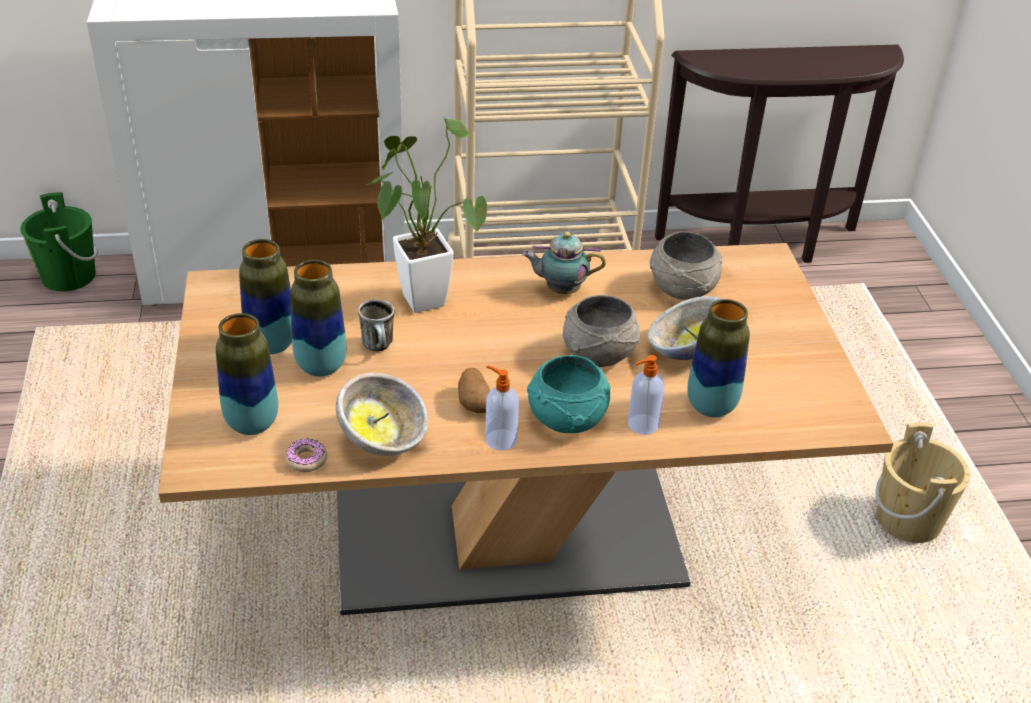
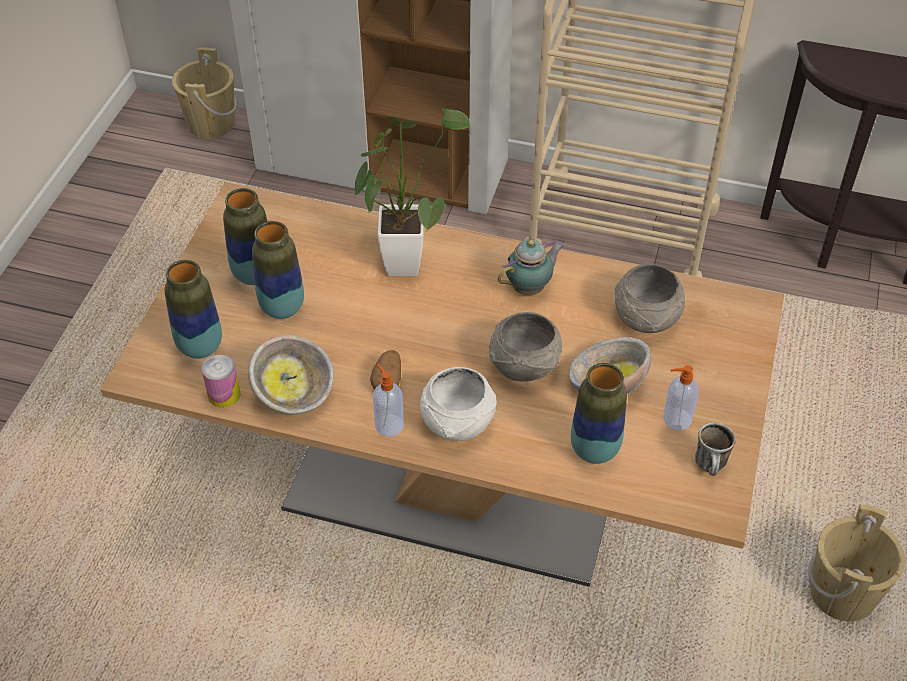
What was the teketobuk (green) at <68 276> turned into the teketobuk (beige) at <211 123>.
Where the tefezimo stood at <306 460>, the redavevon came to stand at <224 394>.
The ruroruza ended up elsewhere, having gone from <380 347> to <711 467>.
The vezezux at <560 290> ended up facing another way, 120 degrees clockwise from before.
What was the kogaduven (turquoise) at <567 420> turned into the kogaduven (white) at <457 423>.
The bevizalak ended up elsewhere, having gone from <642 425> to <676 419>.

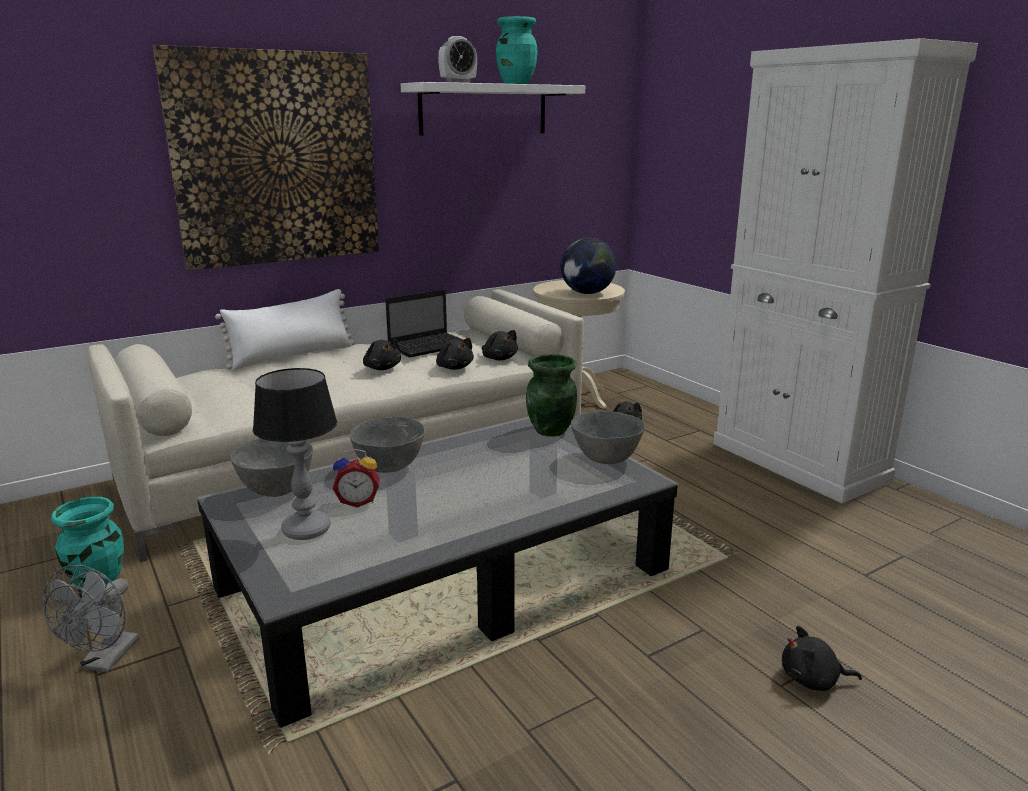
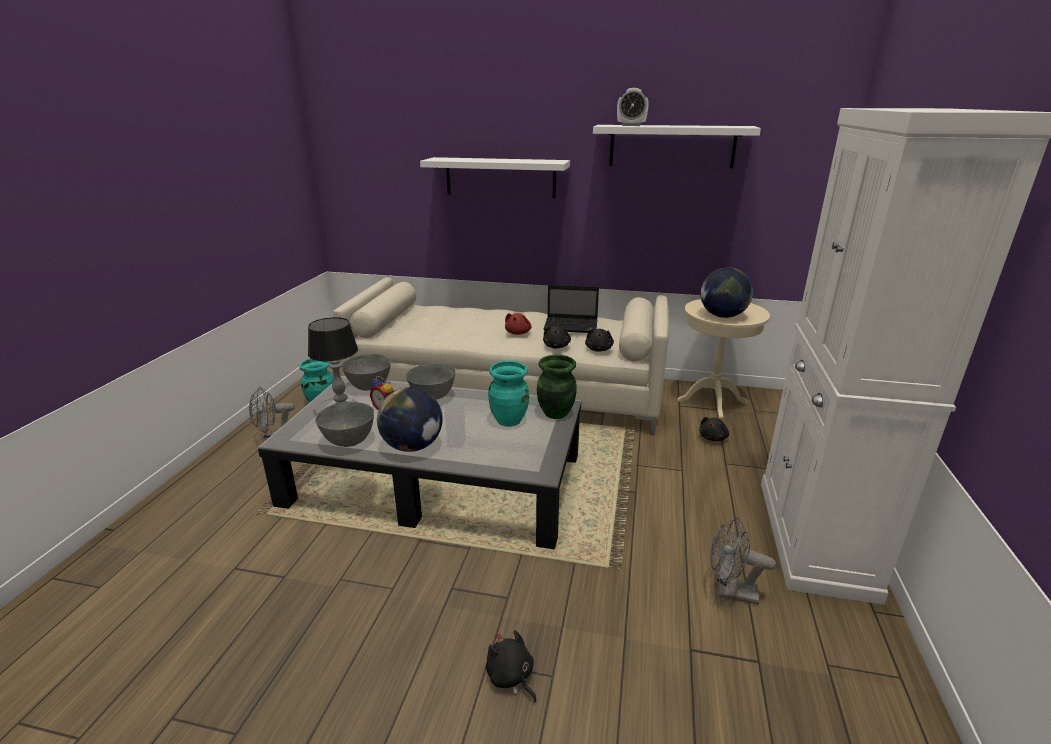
Where the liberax hung at <276 159>, the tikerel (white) came to hang at <500 177>.
The second view lost the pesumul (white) at <292 356>.
What was the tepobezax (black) at <382 368> turned into the tepobezax (red) at <518 333>.
The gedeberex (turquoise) ended up elsewhere, having gone from <516 84> to <509 420>.
The kogaduven (grey) ended up elsewhere, having gone from <606 460> to <349 441>.
The second view gained the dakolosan at <413 446>.
The second view gained the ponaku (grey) at <730 592>.

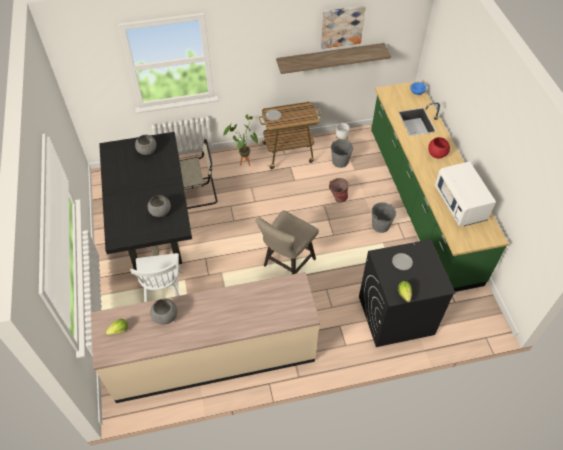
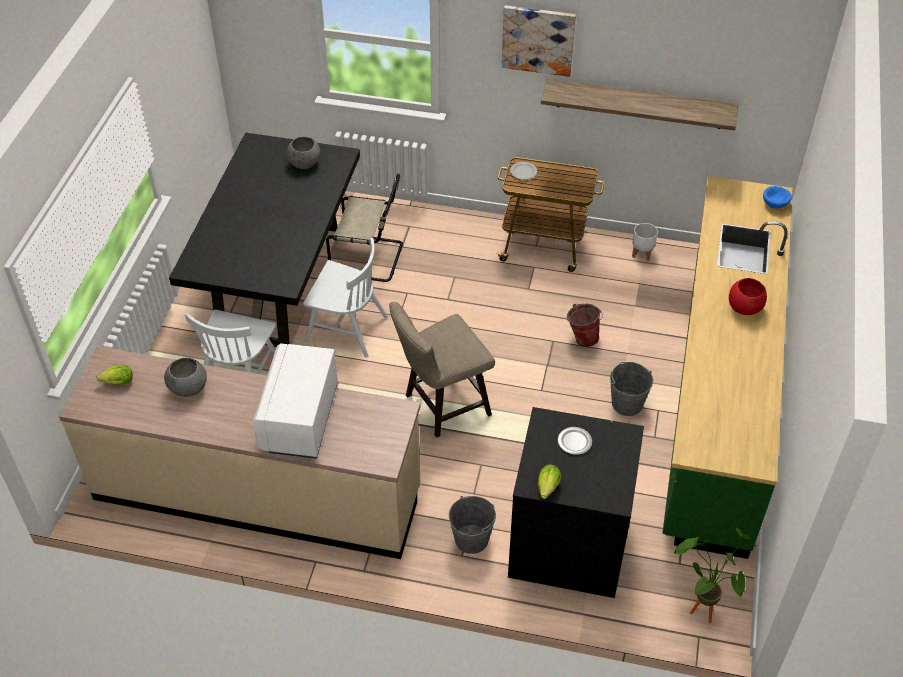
The second view lost the kogaduven (grey) at <160 212>.
The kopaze ended up elsewhere, having gone from <243 162> to <700 608>.
The liberax ended up elsewhere, having gone from <342 26> to <538 40>.
The teketobuk (grey) ended up elsewhere, having gone from <340 161> to <471 539>.
The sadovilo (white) ended up elsewhere, having gone from <460 204> to <300 419>.
The second view gained the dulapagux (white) at <346 329>.

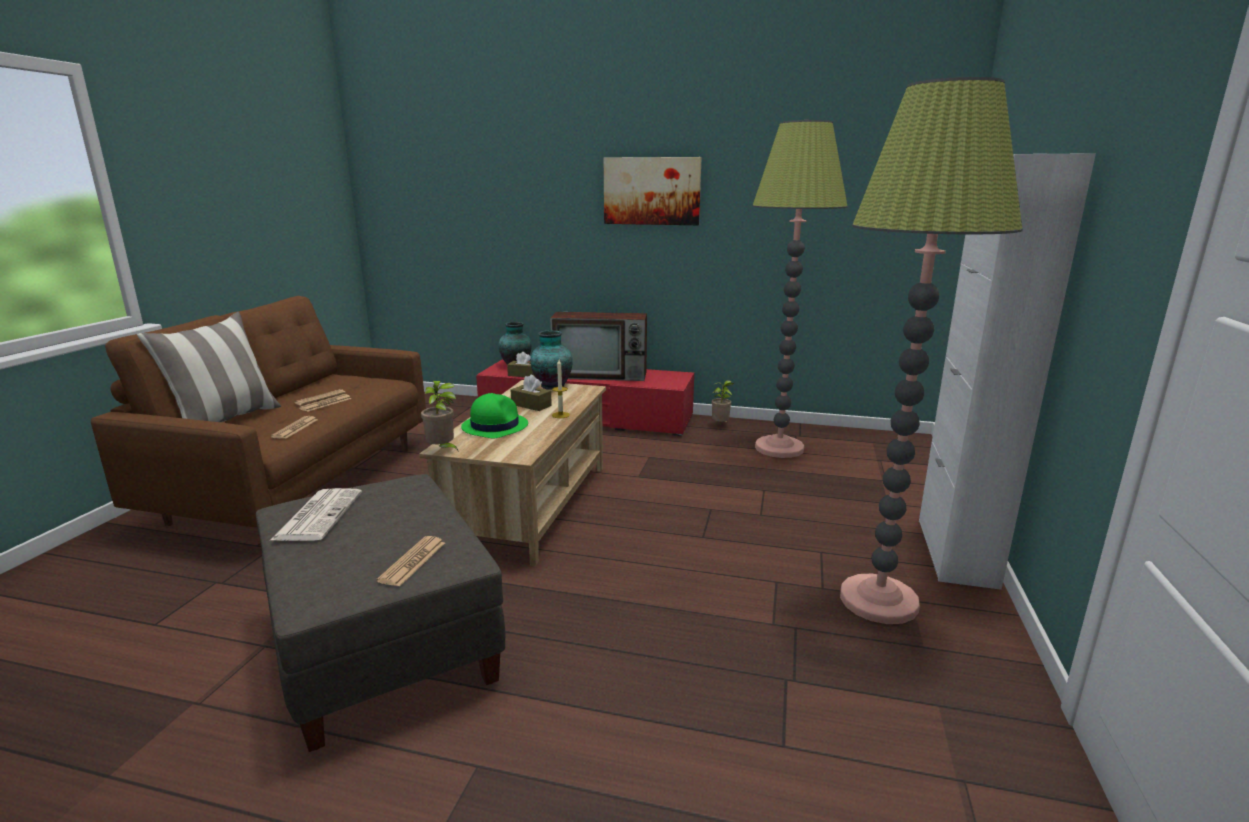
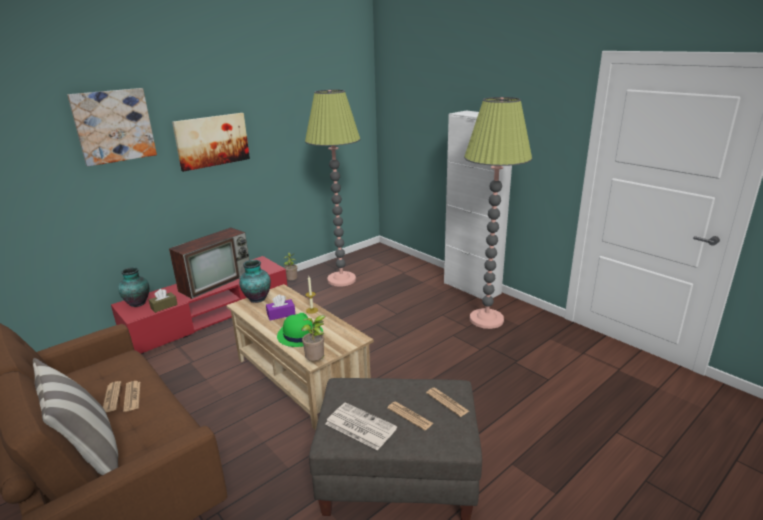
The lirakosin ended up elsewhere, having gone from <295 428> to <410 416>.
What was the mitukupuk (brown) at <531 405> turned into the mitukupuk (purple) at <281 314>.
The second view gained the liberax at <114 126>.

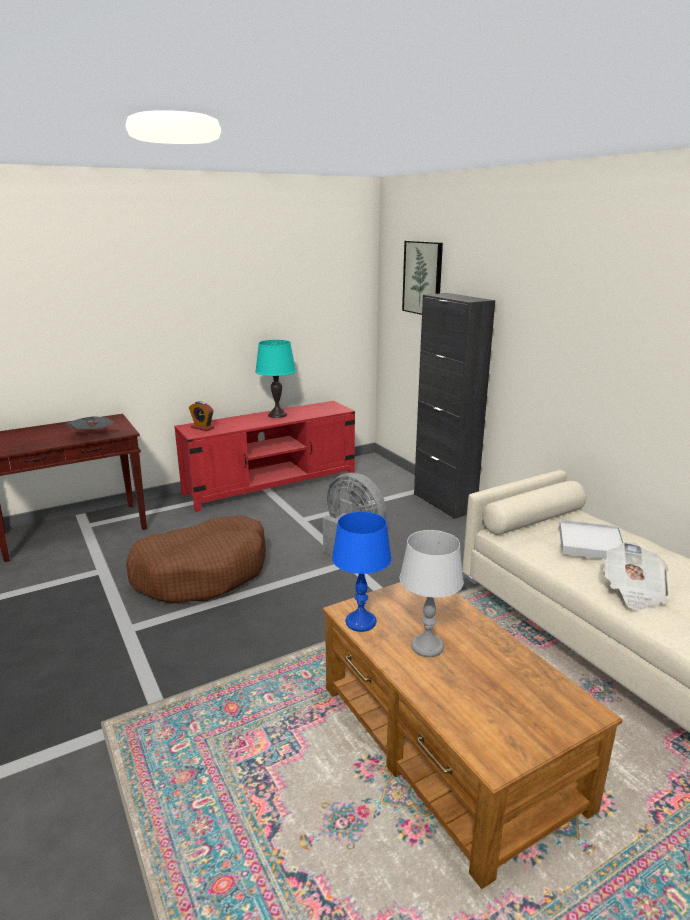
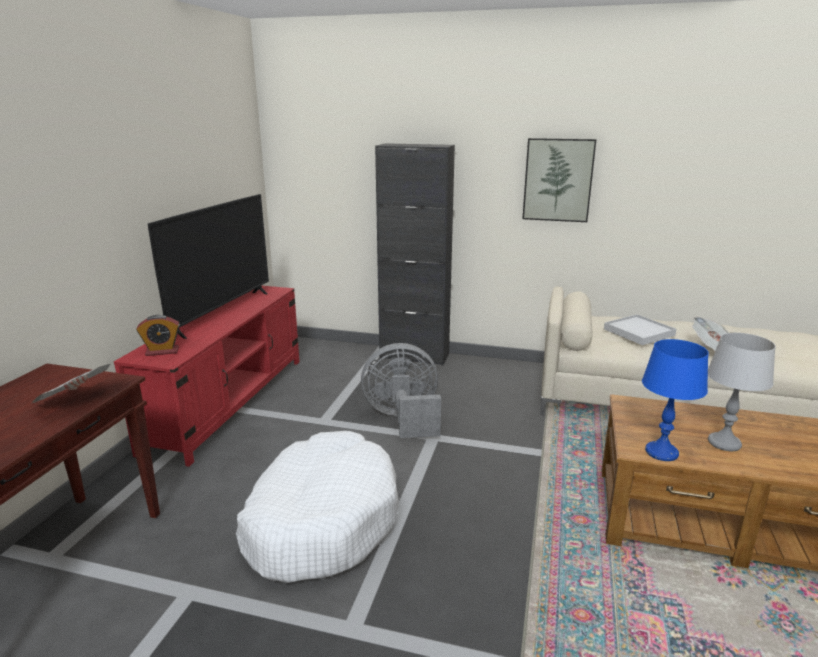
What was the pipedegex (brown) at <203 573> turned into the pipedegex (white) at <321 520>.
Where the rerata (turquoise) stood at <277 415>, the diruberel came to stand at <222 313>.
The liberax ended up elsewhere, having gone from <423 278> to <558 180>.

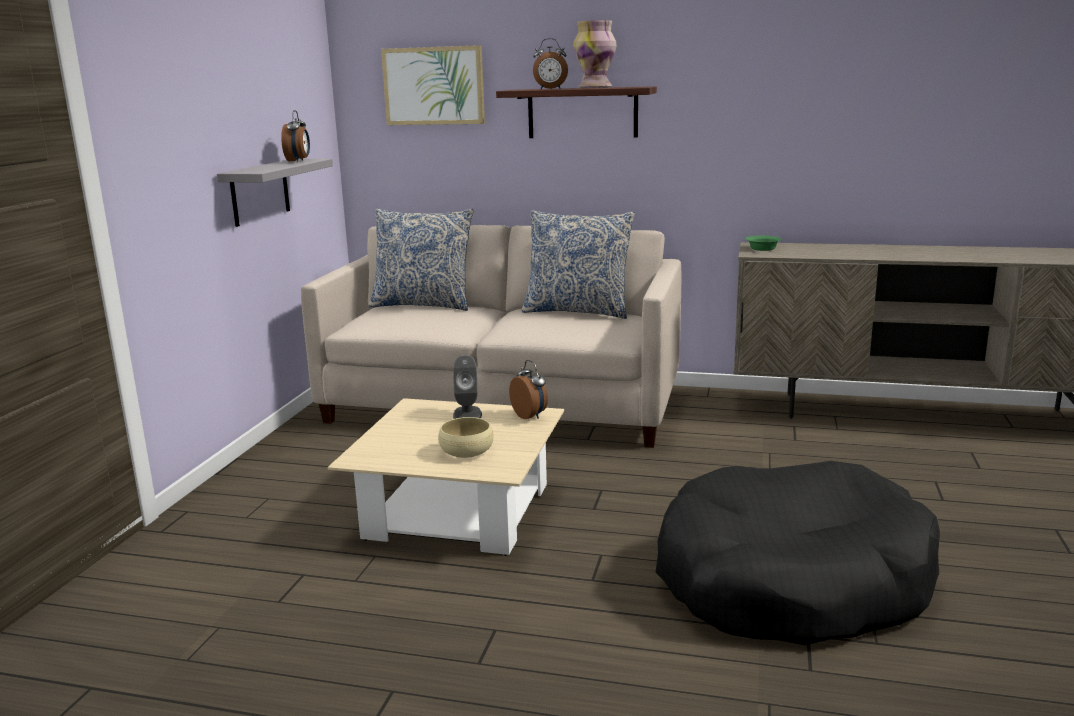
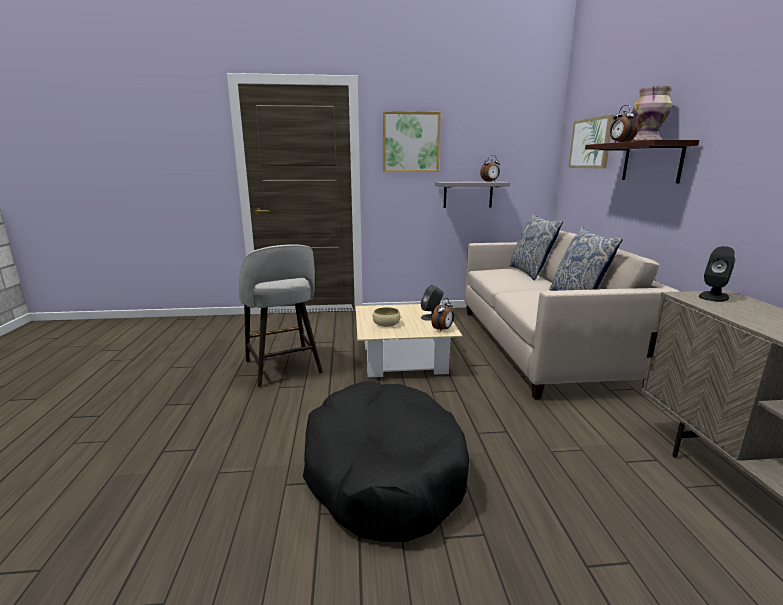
Where the kogaduven (green) stood at <762 248>, the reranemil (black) came to stand at <713 297>.
The second view gained the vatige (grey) at <284 368>.
The second view gained the liberax at <411 142>.

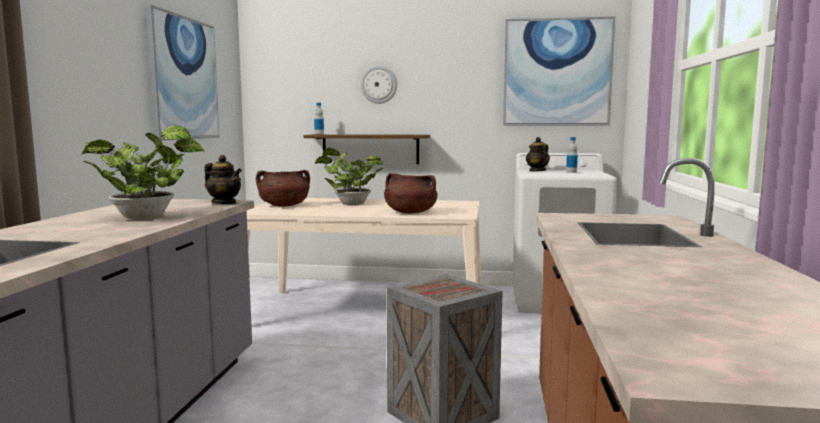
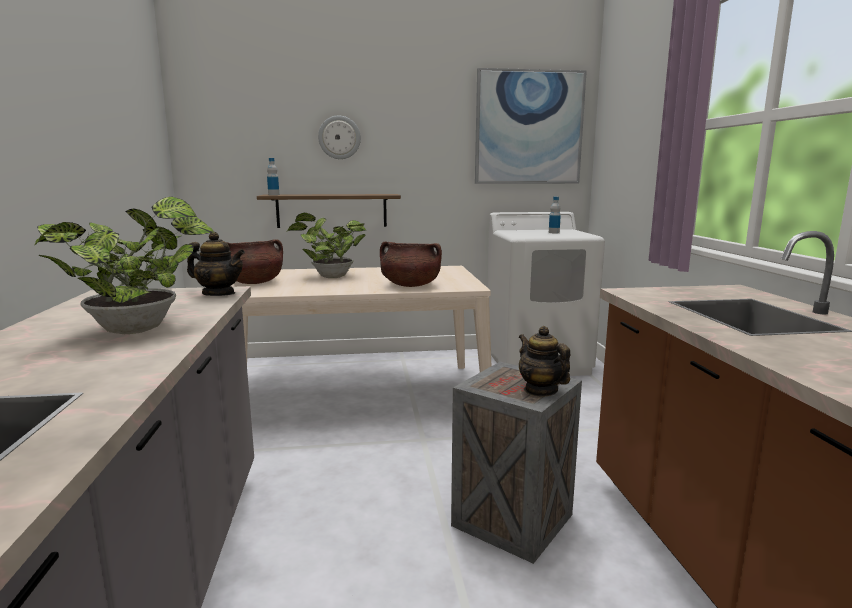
The second view lost the liberax at <184 78>.
The vezezux ended up elsewhere, having gone from <537 171> to <540 390>.

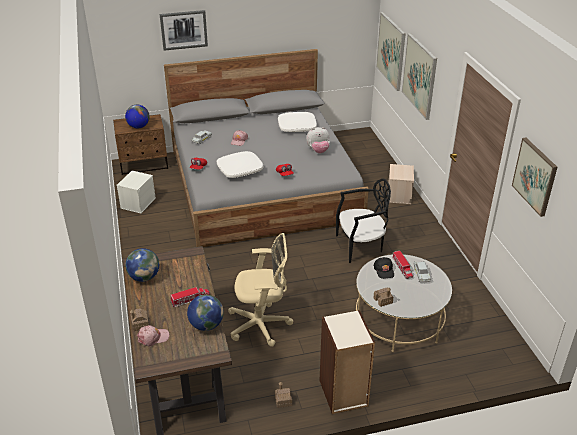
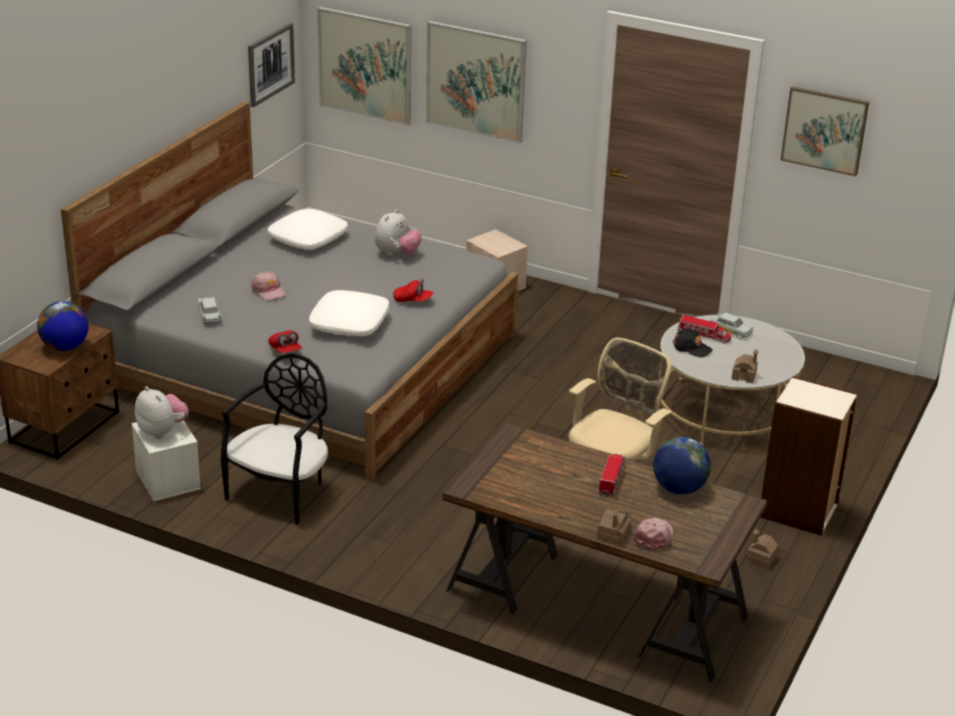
The second view lost the dakolosan at <144 277>.
The liberax ended up elsewhere, having gone from <184 30> to <270 64>.
The dulapagux (black) ended up elsewhere, having gone from <360 246> to <281 493>.
The second view gained the tepobezax at <162 431>.

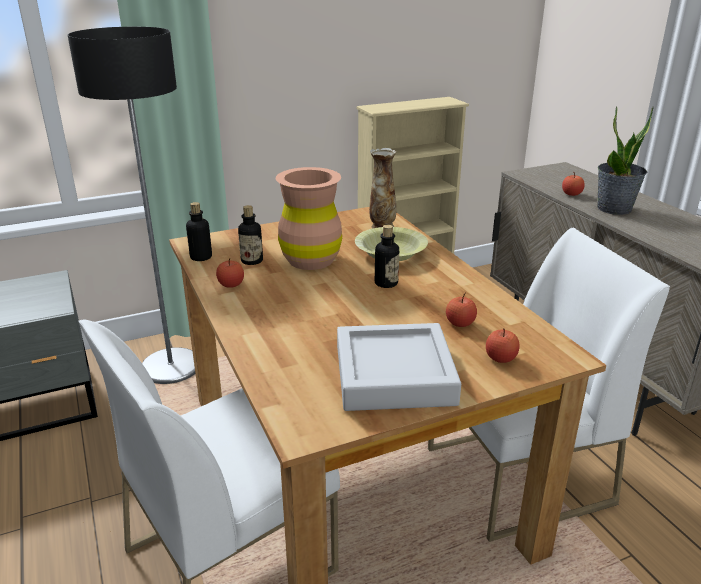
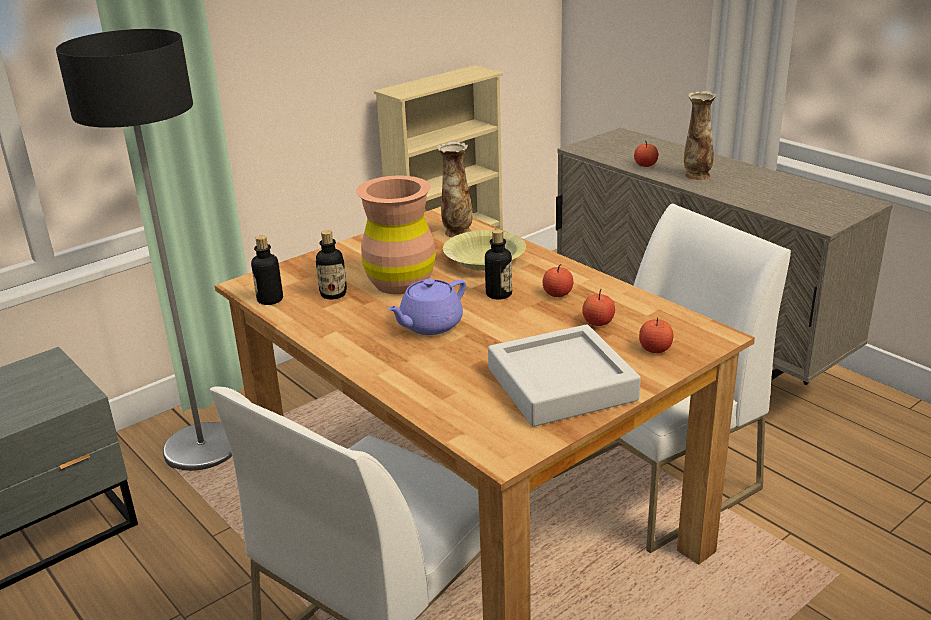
The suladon ended up elsewhere, having gone from <231 285> to <557 294>.
Where the kopaze stood at <614 209>, the gedeberex came to stand at <696 176>.
The second view gained the vezezux (purple) at <429 325>.

